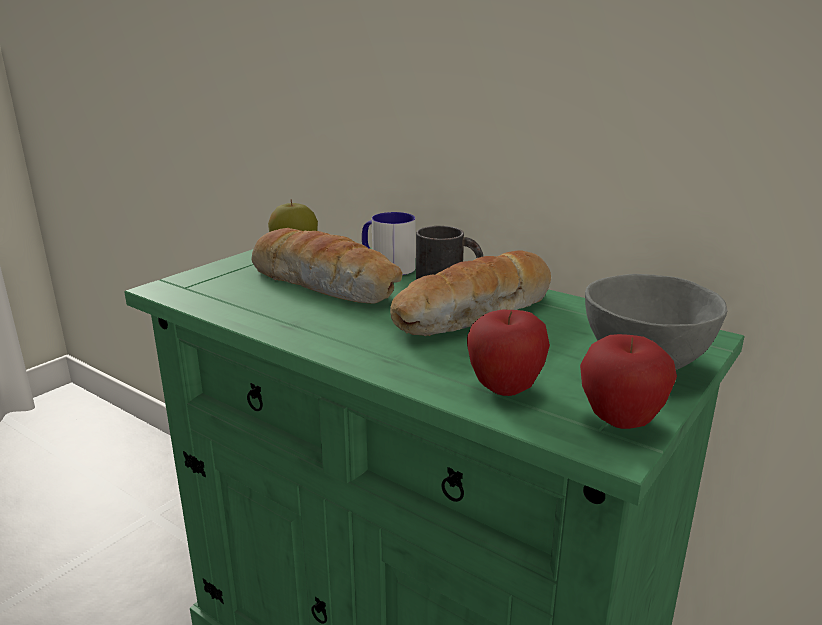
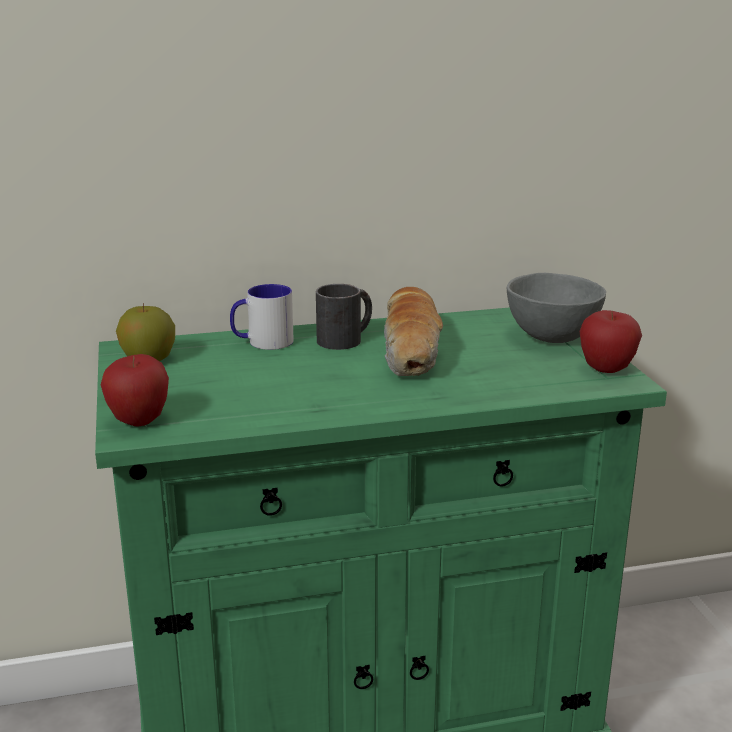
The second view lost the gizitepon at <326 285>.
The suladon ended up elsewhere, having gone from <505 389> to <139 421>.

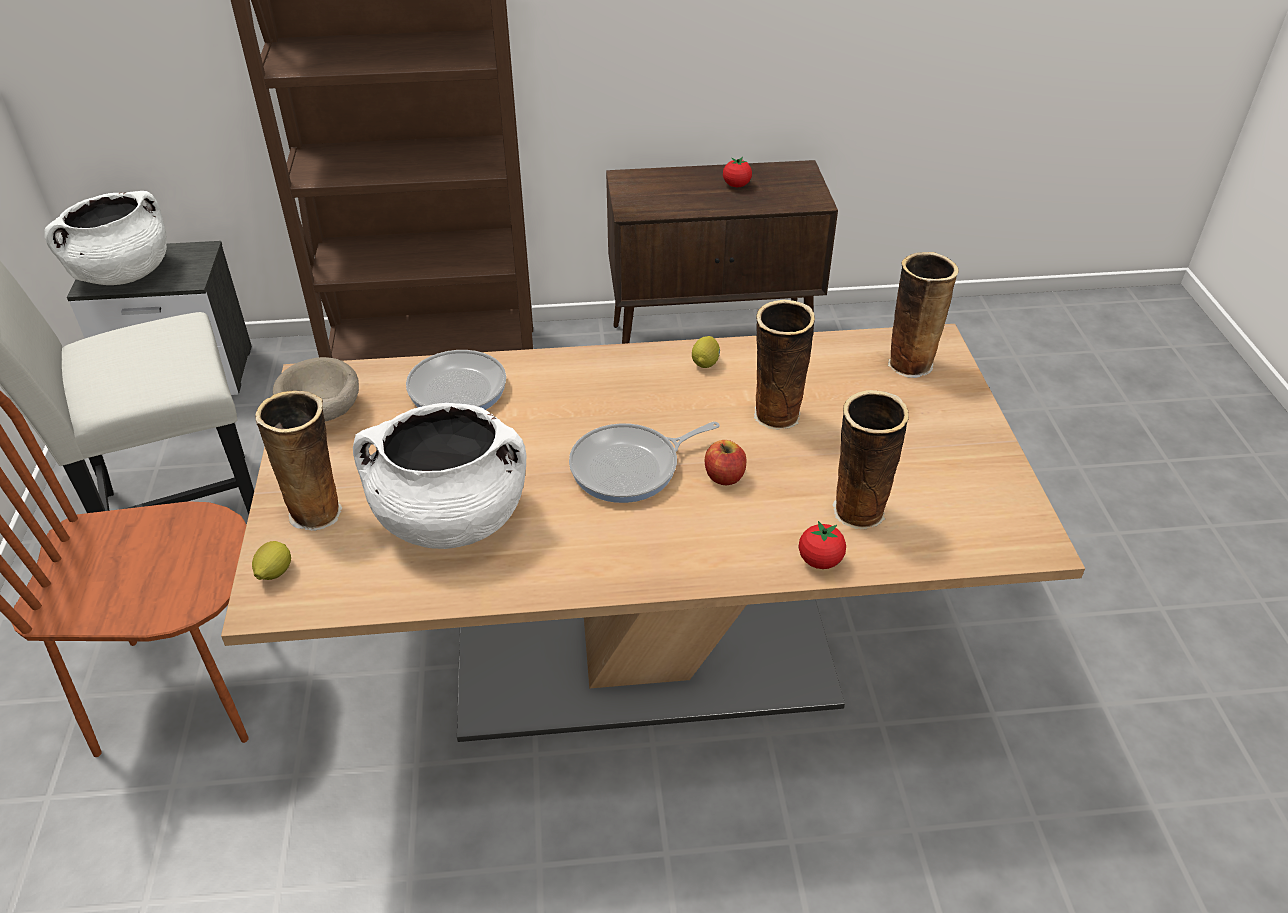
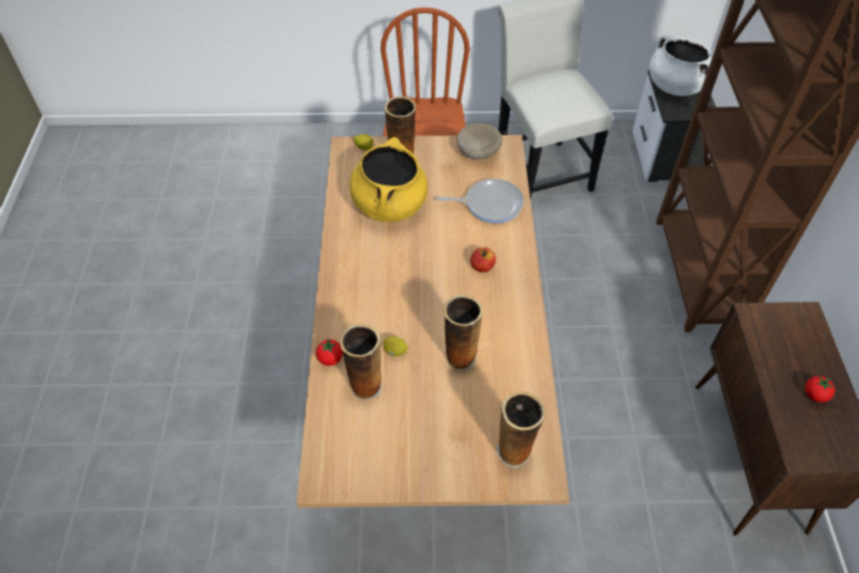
What was the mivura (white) at <450 518> turned into the mivura (yellow) at <389 204>.
The second view lost the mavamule at <630 468>.
The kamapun ended up elsewhere, having gone from <705 363> to <395 351>.
The suladon ended up elsewhere, having gone from <724 477> to <482 266>.

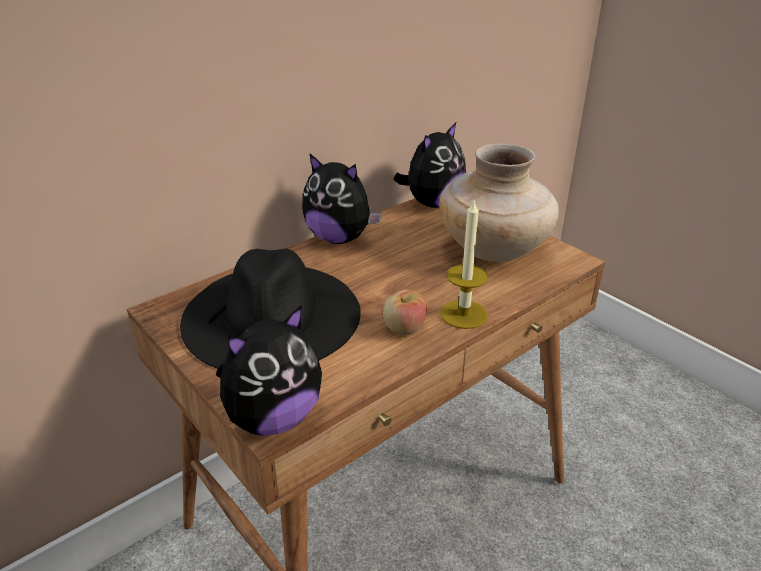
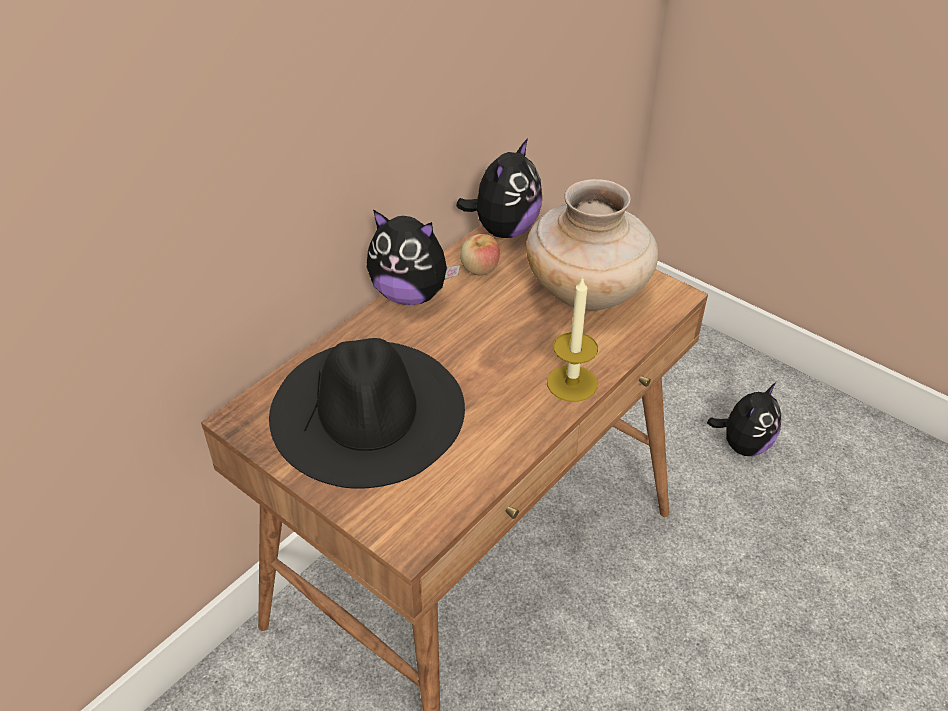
The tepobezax ended up elsewhere, having gone from <273 418> to <743 444>.
The suladon ended up elsewhere, having gone from <404 328> to <479 269>.

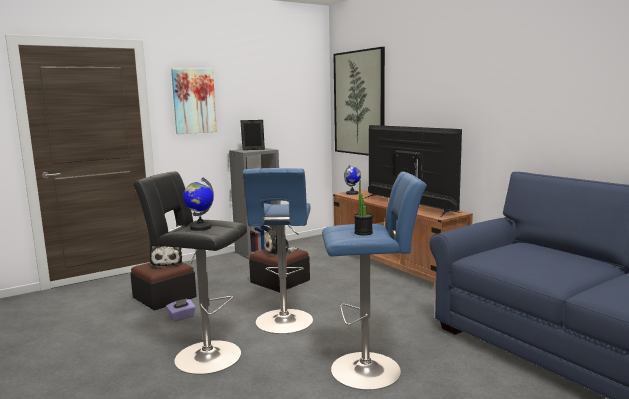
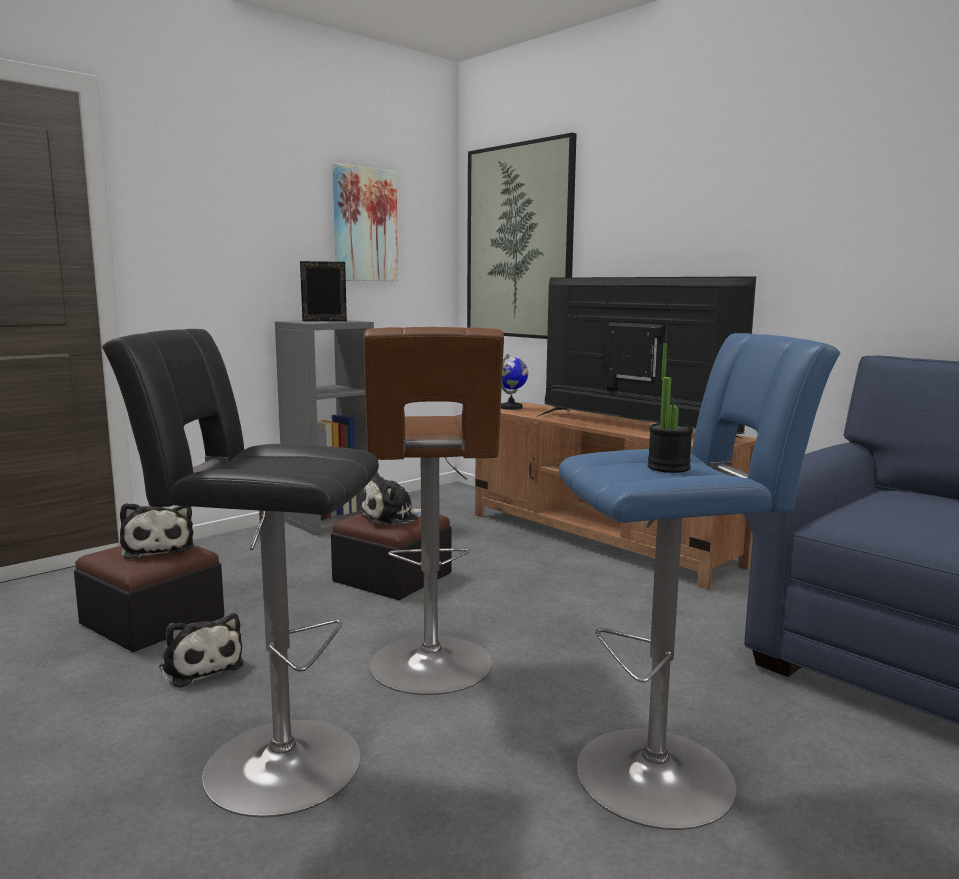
Where the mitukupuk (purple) stood at <181 317>, the tepobezax came to stand at <200 666>.
The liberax ended up elsewhere, having gone from <194 101> to <364 225>.
The second view lost the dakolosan at <200 228>.
What was the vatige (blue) at <284 323> turned into the vatige (brown) at <432 668>.

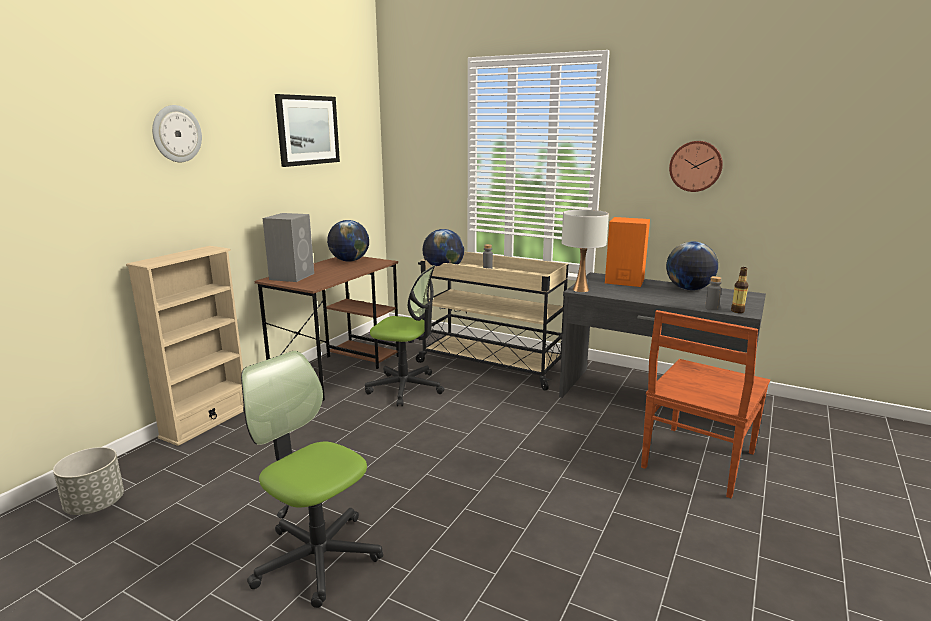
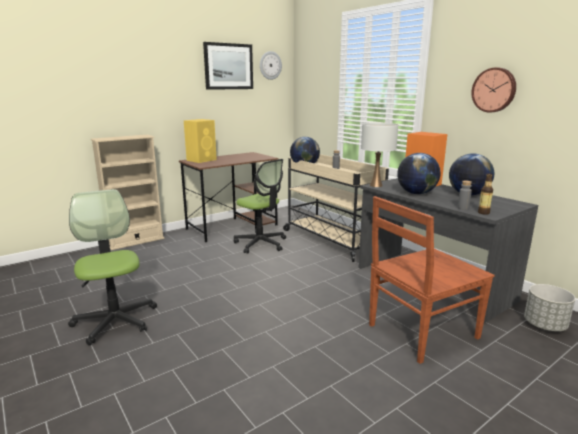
The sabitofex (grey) ended up elsewhere, having gone from <95 505> to <545 325>.
The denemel ended up elsewhere, having gone from <176 134> to <270 65>.
What was the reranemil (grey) at <292 276> turned into the reranemil (yellow) at <202 160>.
The dakolosan ended up elsewhere, having gone from <349 261> to <416 193>.

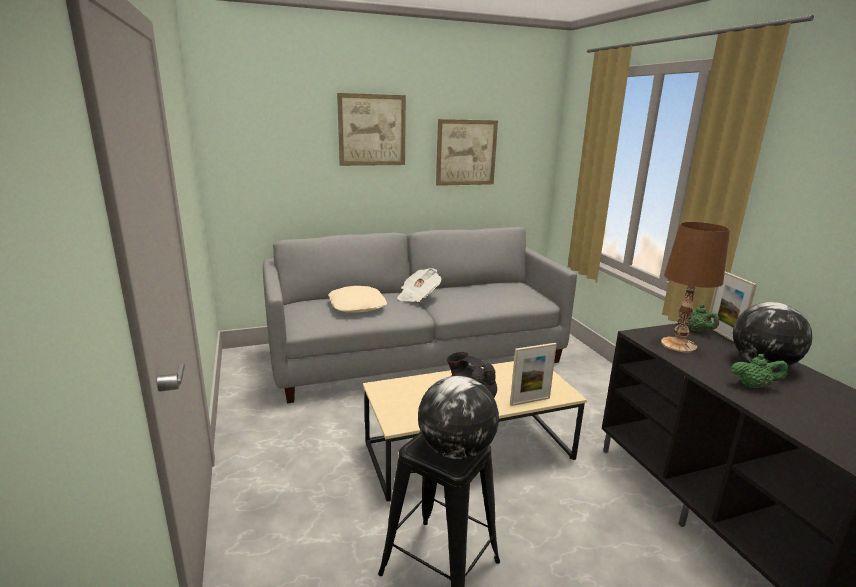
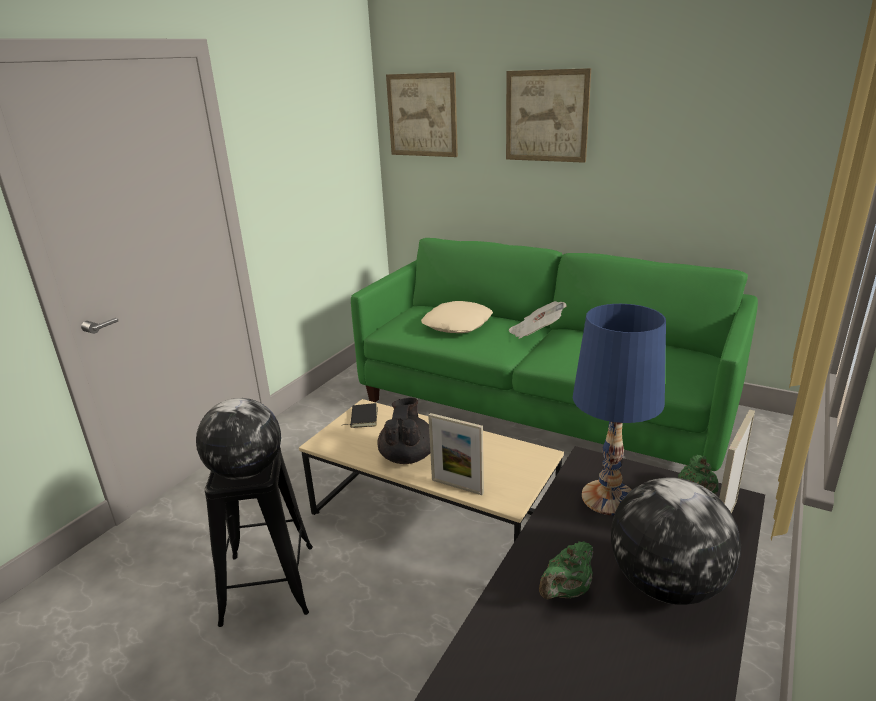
What was the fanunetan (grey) at <416 354> turned into the fanunetan (green) at <542 405>.
The liberax ended up elsewhere, having gone from <466 152> to <422 115>.
What was the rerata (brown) at <679 345> turned into the rerata (blue) at <609 498>.
The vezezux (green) at <754 386> ended up facing another way, 75 degrees clockwise from before.
The second view gained the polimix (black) at <362 417>.

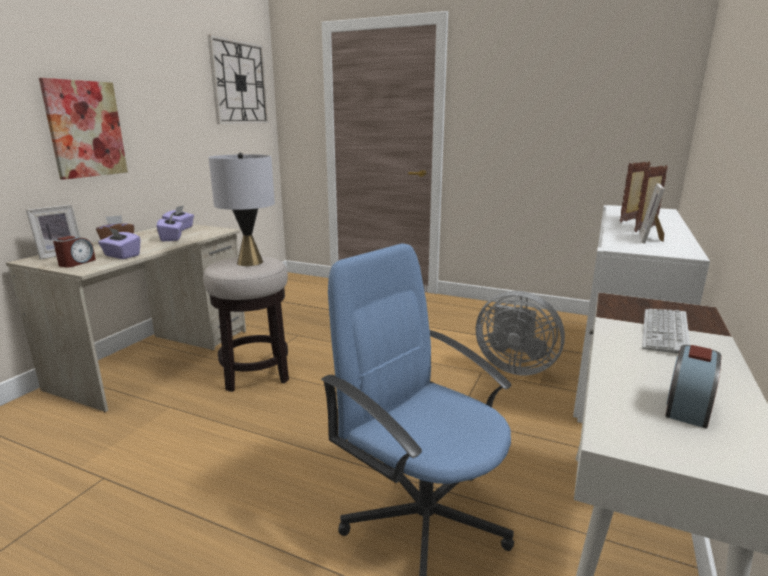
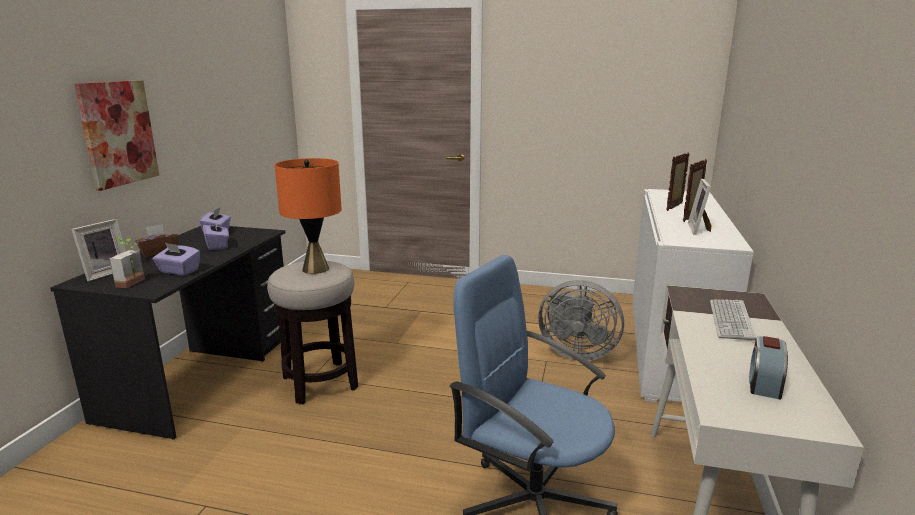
What was the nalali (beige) at <156 358> turned into the nalali (black) at <203 375>.
Where the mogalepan stood at <77 263>, the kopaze came to stand at <135 283>.
The second view lost the denemel at <239 83>.
What was the rerata (grey) at <249 262> turned into the rerata (orange) at <315 269>.

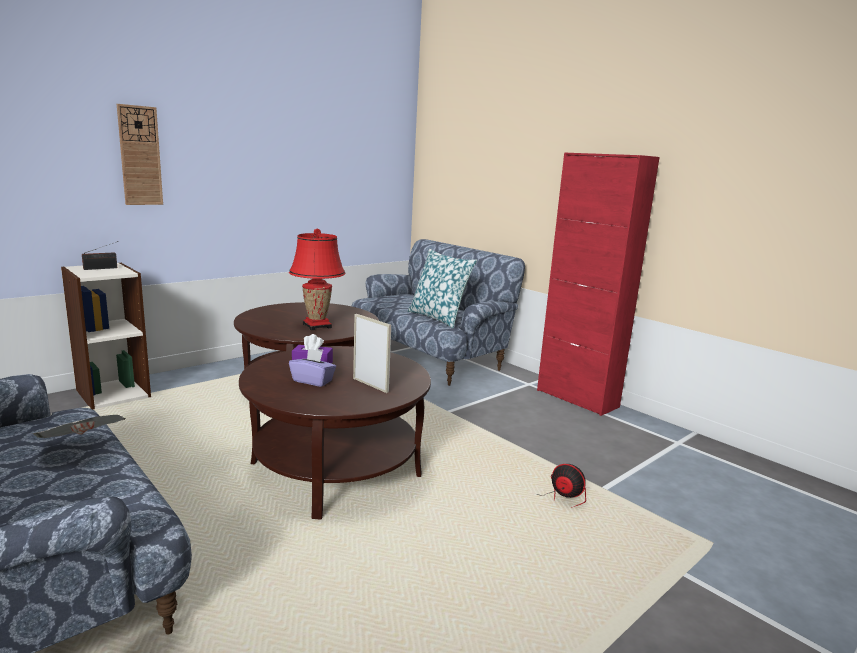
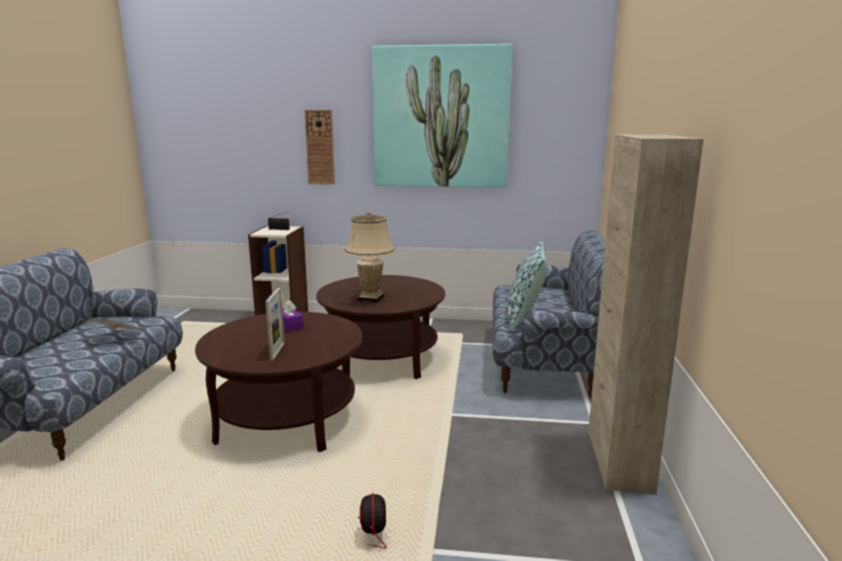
What was the rerata (red) at <317 326> turned into the rerata (beige) at <370 298>.
The second view lost the mitukupuk (purple) at <313 381>.
What was the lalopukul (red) at <577 398> turned into the lalopukul (beige) at <618 460>.
The second view gained the liberax at <441 118>.

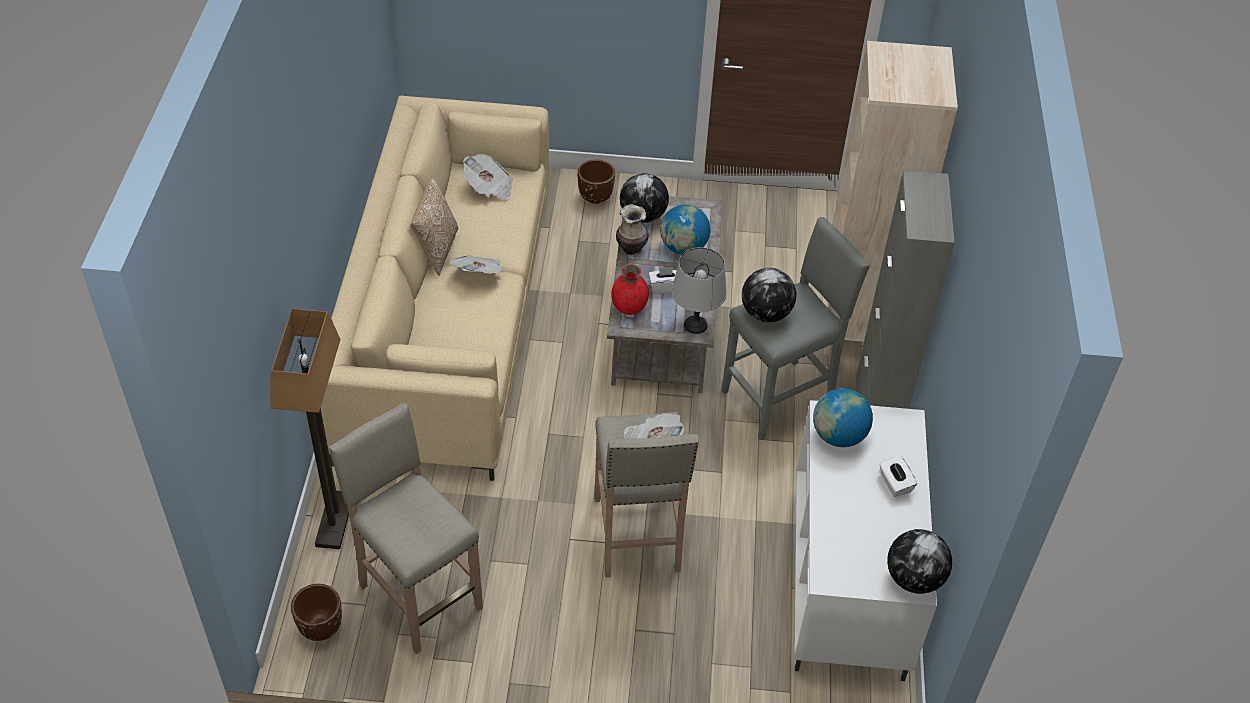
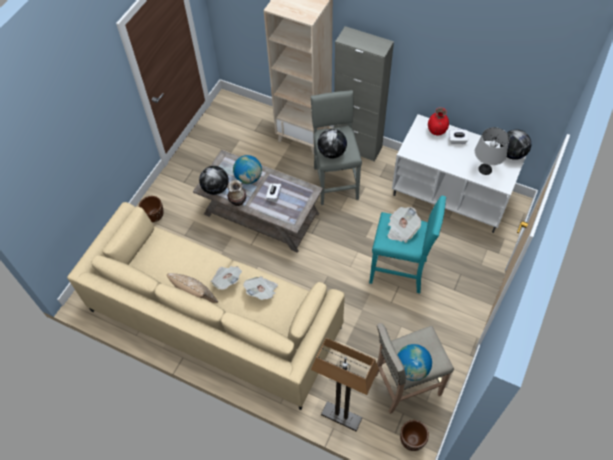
The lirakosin ended up elsewhere, having gone from <489 188> to <262 291>.
What was the vatige (beige) at <637 536> turned into the vatige (turquoise) at <399 271>.
The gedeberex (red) ended up elsewhere, having gone from <629 307> to <436 130>.
The rerata (grey) ended up elsewhere, having gone from <695 325> to <485 169>.
The dakolosan ended up elsewhere, having gone from <838 436> to <412 368>.

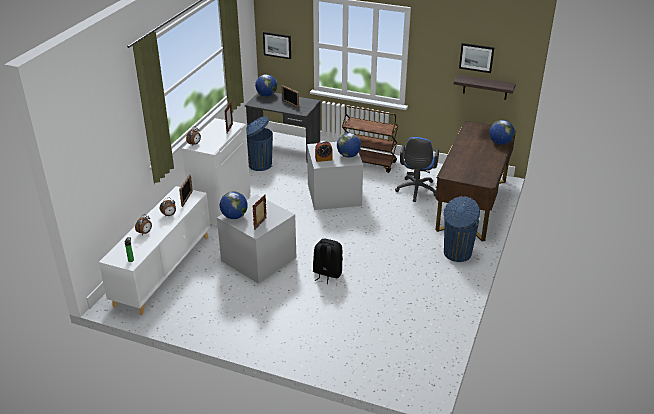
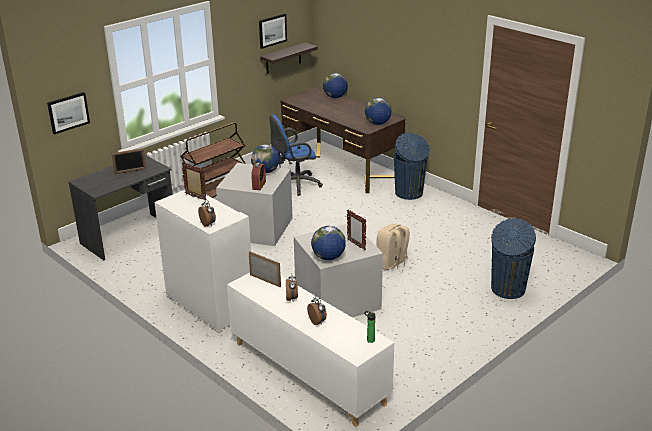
The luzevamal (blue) ended up elsewhere, having gone from <259 165> to <507 290>.
The dakolosan ended up elsewhere, having gone from <266 95> to <377 123>.
What was the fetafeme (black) at <327 273> turned into the fetafeme (beige) at <392 264>.
The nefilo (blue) at <416 191> ended up facing another way, 120 degrees clockwise from before.

